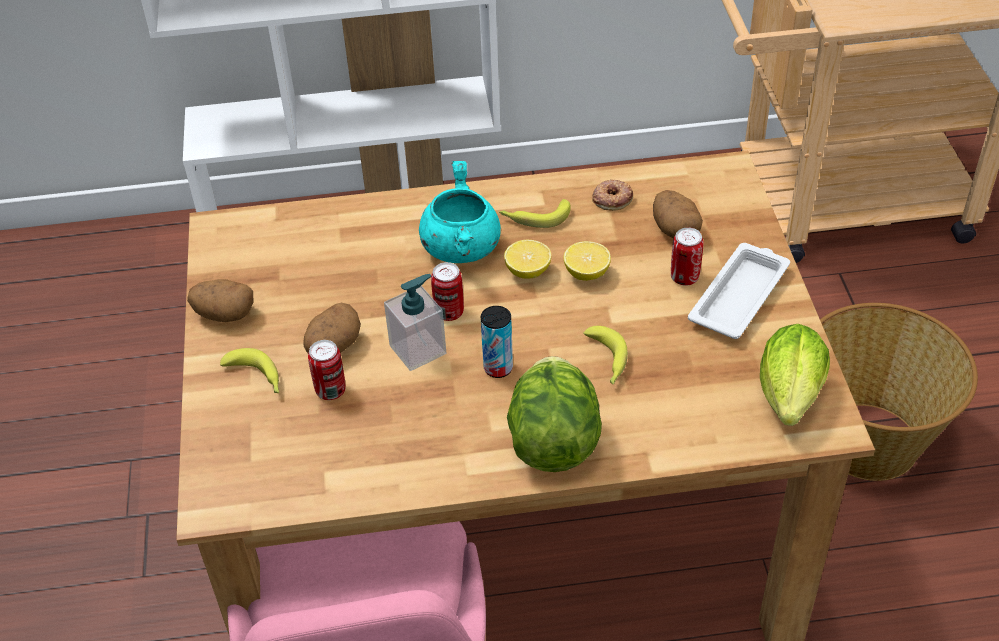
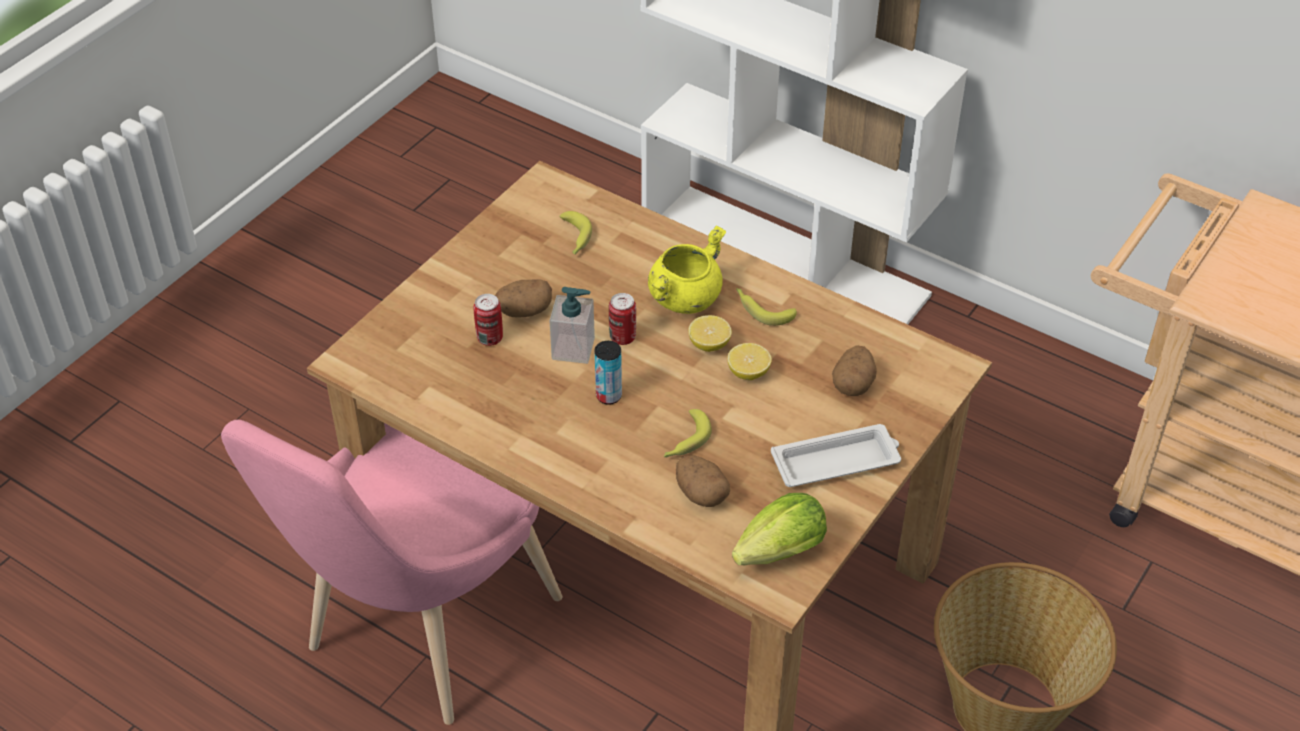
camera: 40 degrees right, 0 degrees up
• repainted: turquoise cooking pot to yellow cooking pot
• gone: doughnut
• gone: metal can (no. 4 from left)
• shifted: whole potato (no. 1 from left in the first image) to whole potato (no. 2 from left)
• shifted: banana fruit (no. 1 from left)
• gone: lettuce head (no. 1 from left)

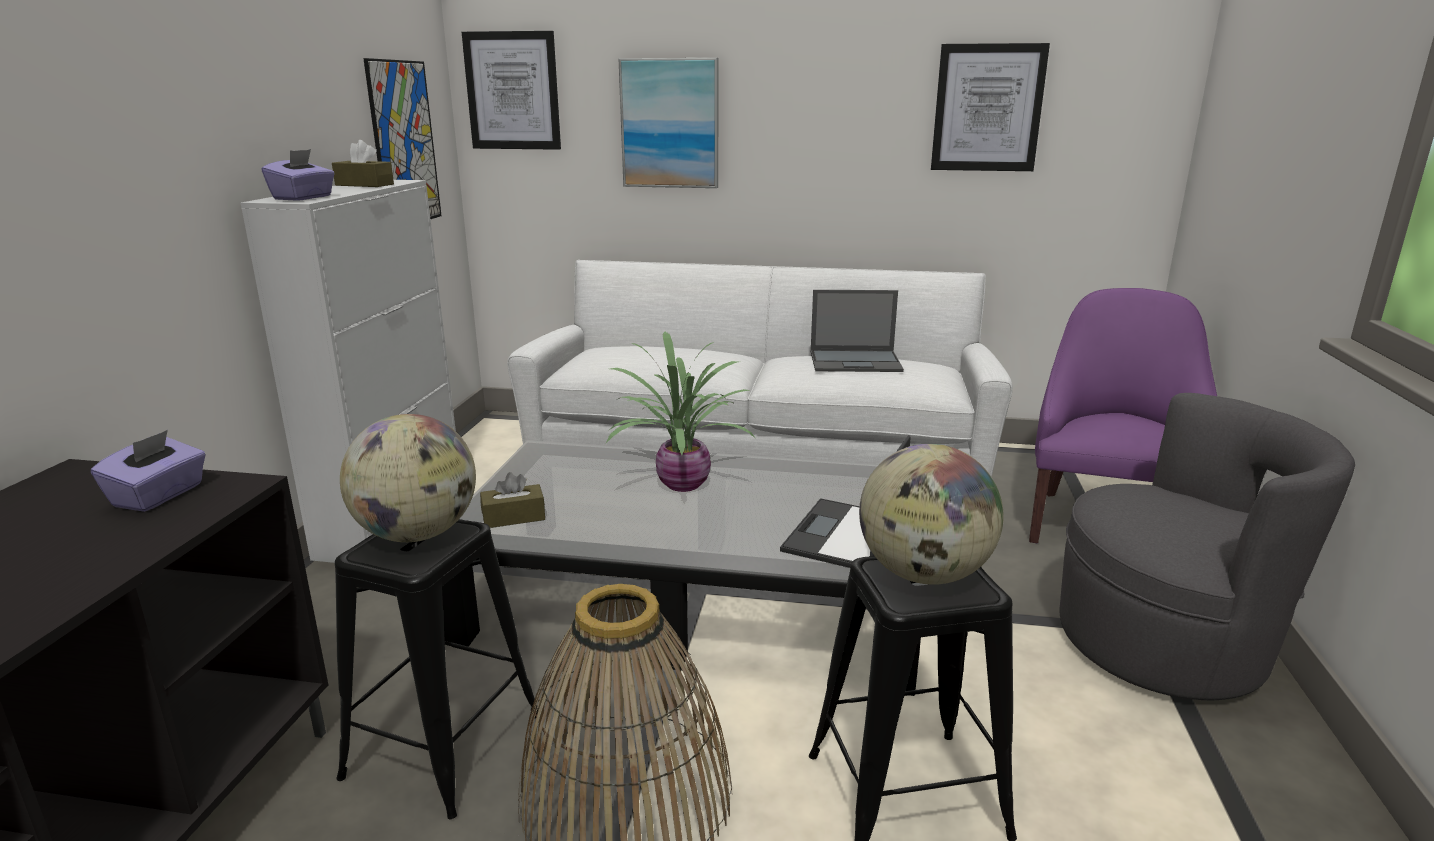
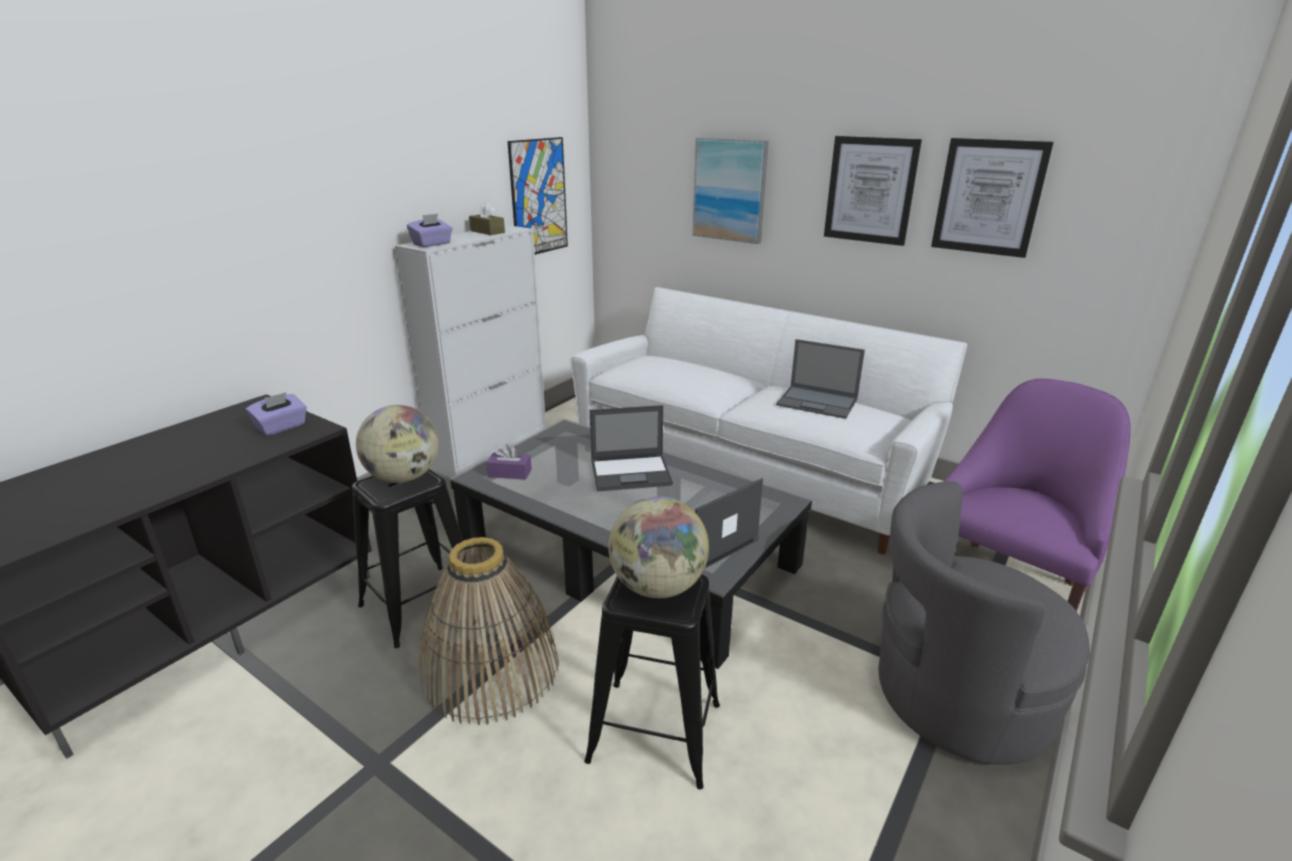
camera: 25 degrees right, 5 degrees up
• shifted: wall art (no. 2 from left in the first image) to wall art (no. 3 from left)
• swapped: plant in a pot to laptop (no. 1 from left)
• rotated: grey lounge chair 150 degrees clockwise
• repainted: brownish box of tissues (no. 2 from left) to purplish box of tissues (no. 3 from left)

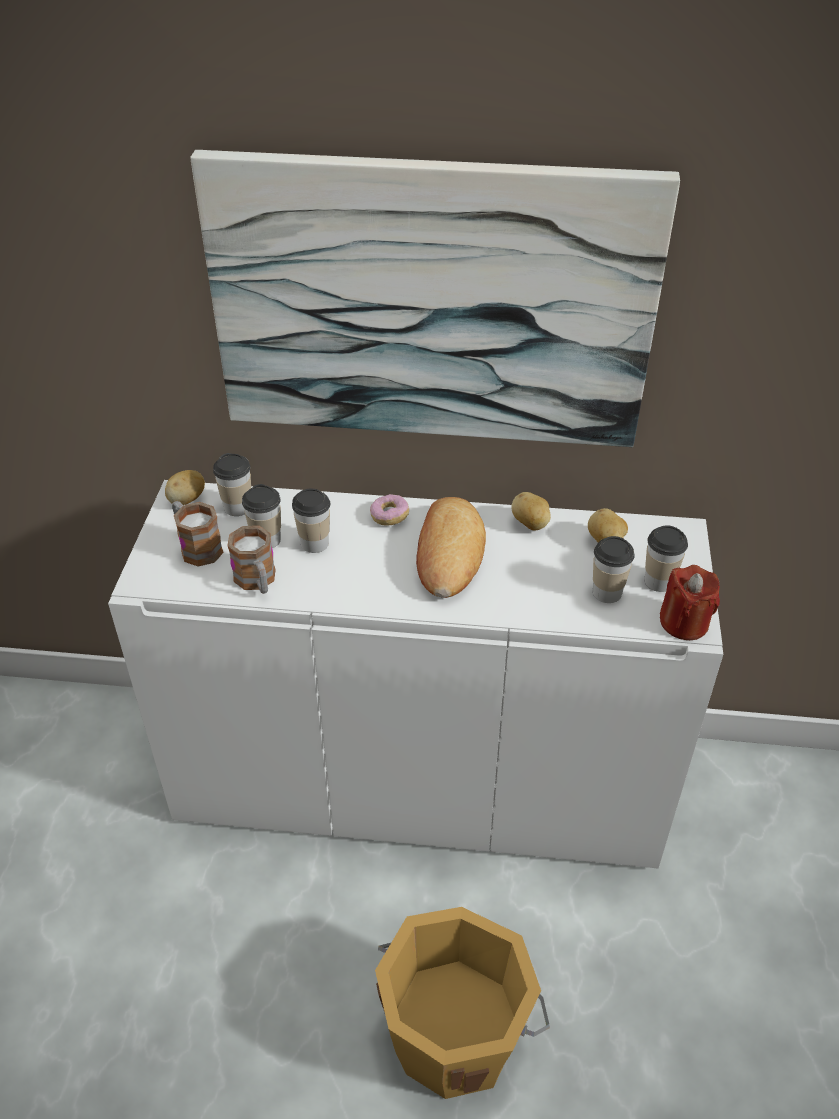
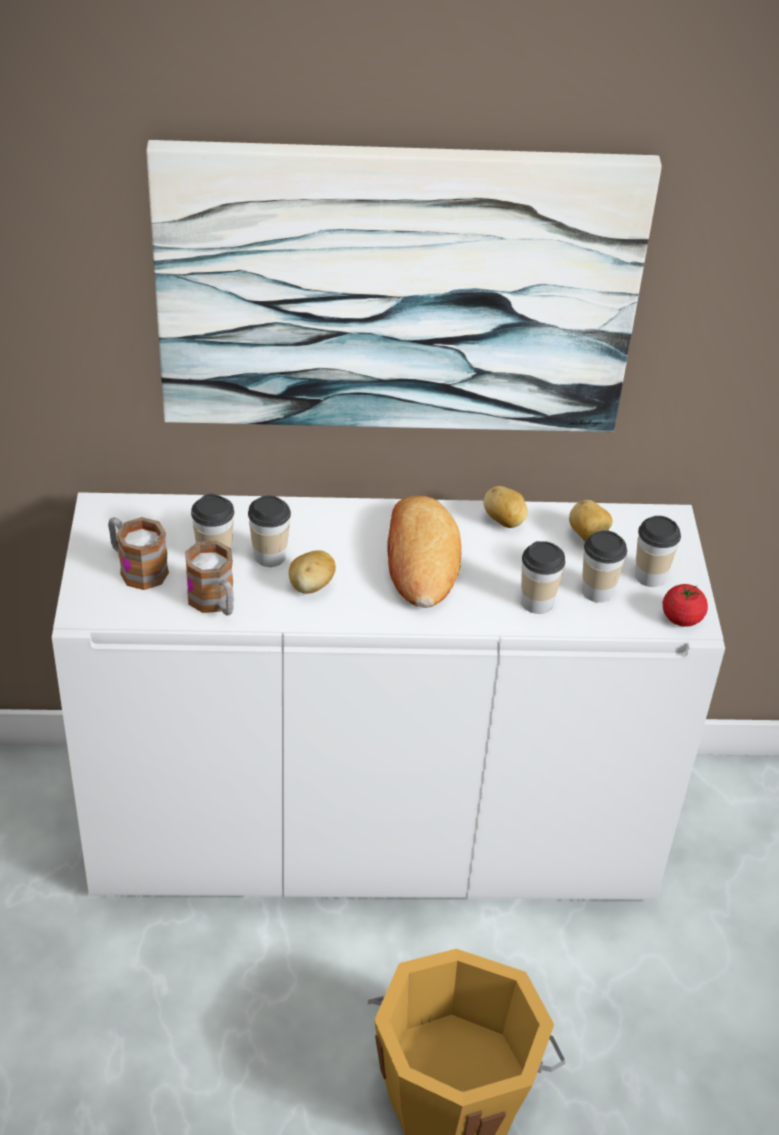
camera: 10 degrees left, 0 degrees up
• shifted: drinking cup (no. 1 from left in the first image) to drinking cup (no. 3 from left)
• shifted: whole potato (no. 1 from left)
• gone: doughnut
• swapped: reddish wax light to fresh tomato

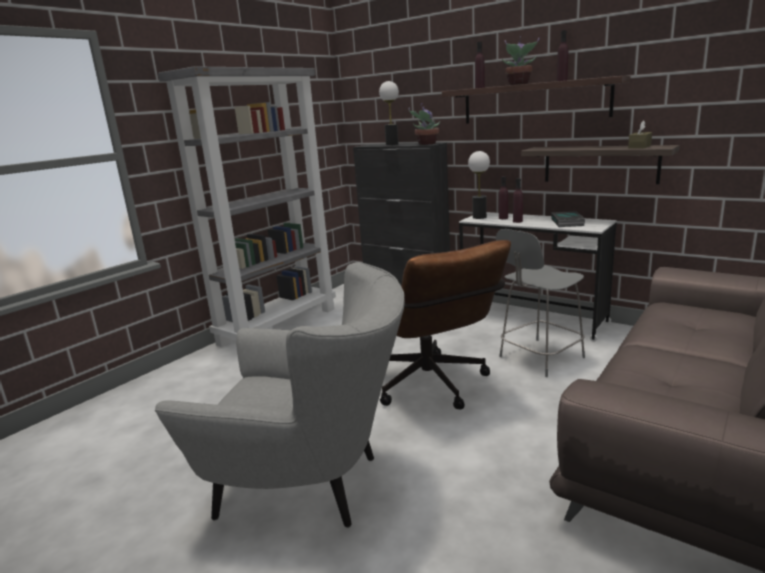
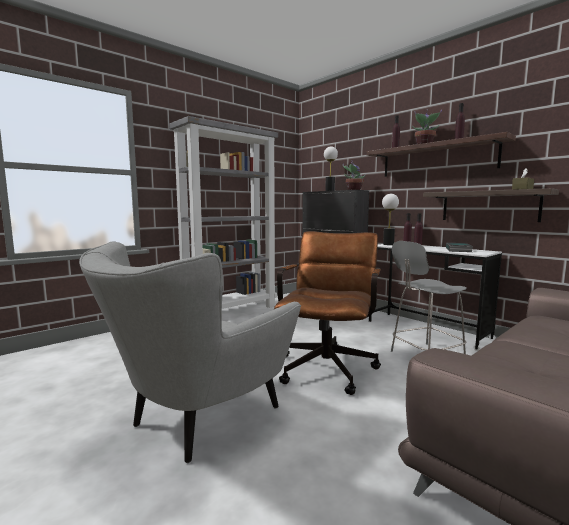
camera: 10 degrees right, 10 degrees down
• rotated: brownish desk chair 150 degrees counterclockwise
• rotated: grey lounge chair 105 degrees clockwise

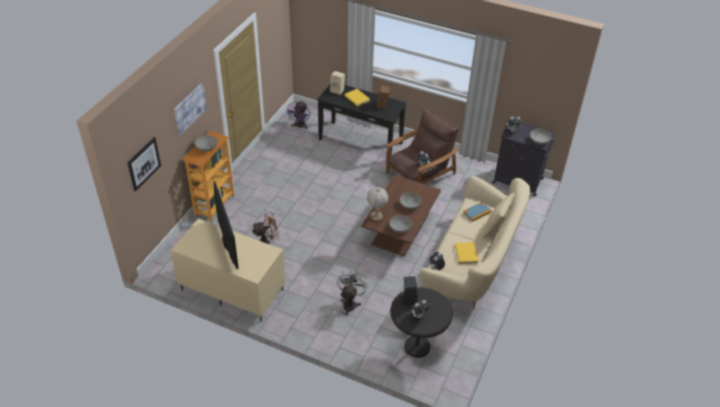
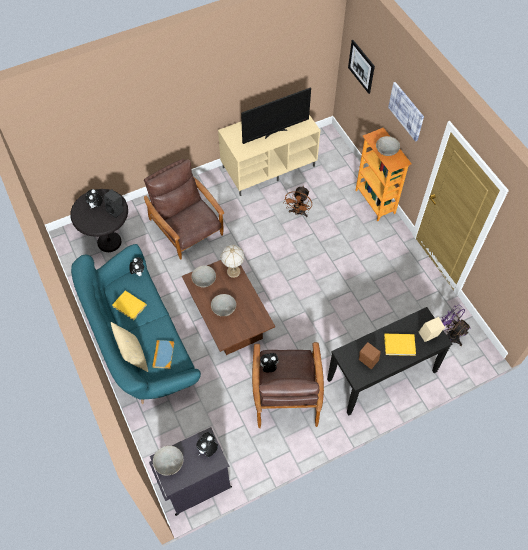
camera: 130 degrees right, 15 degrees up
• repainted: beige settee to turquoise settee
• rotated: TV 45 degrees counterclockwise
• swapped: grey cooling fan to brownish lounge chair (no. 1 from left)

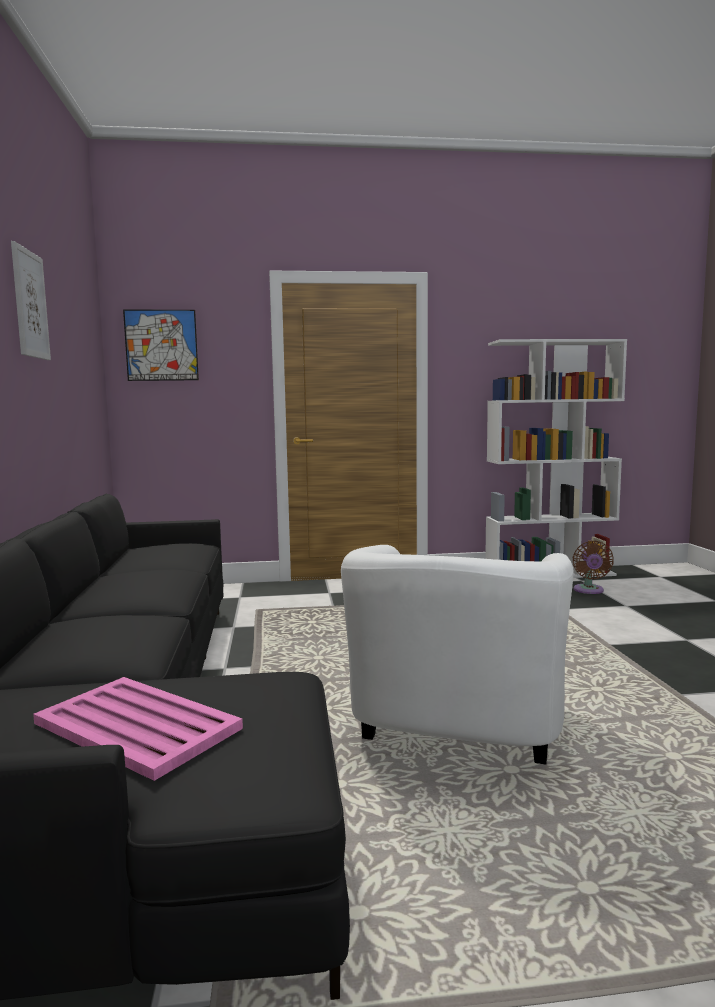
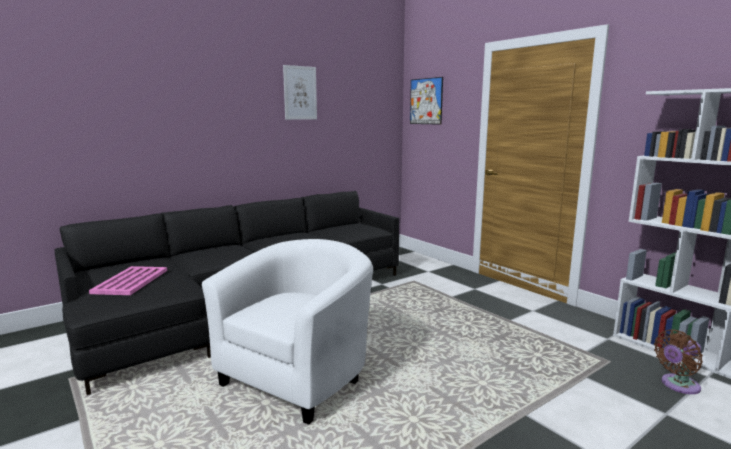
camera: 60 degrees right, 5 degrees up
• rotated: white-coloured lounge chair 135 degrees clockwise

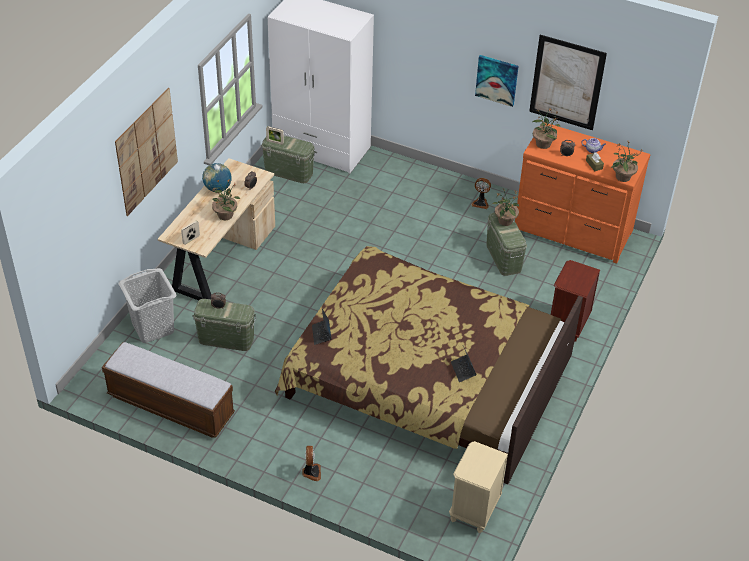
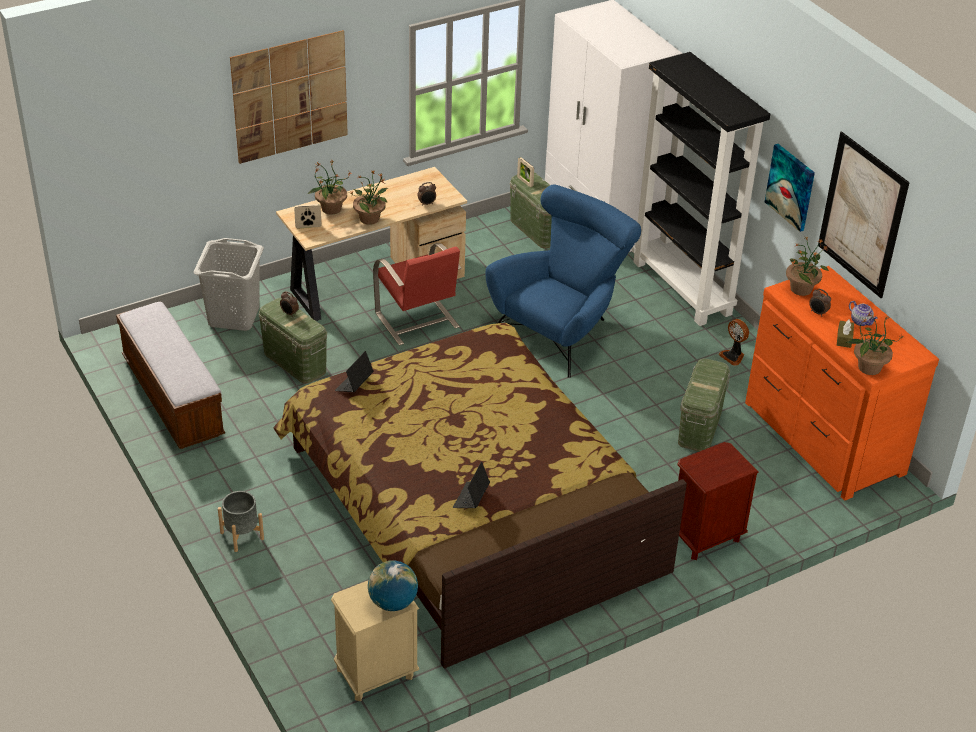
camera: 35 degrees right, 5 degrees down
• shifted: desk globe
• shifted: plant in a pot (no. 2 from left in the first image) to plant in a pot (no. 1 from left)
• swapped: cooling fan (no. 1 from left) to grey flower pot
• new: black-coloured bookcase
• new: bluish lounge chair
• new: reddish plain chair

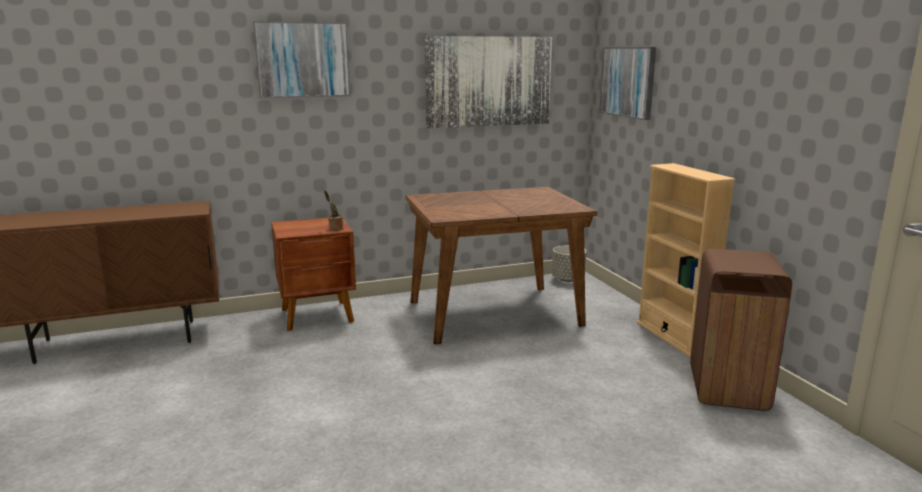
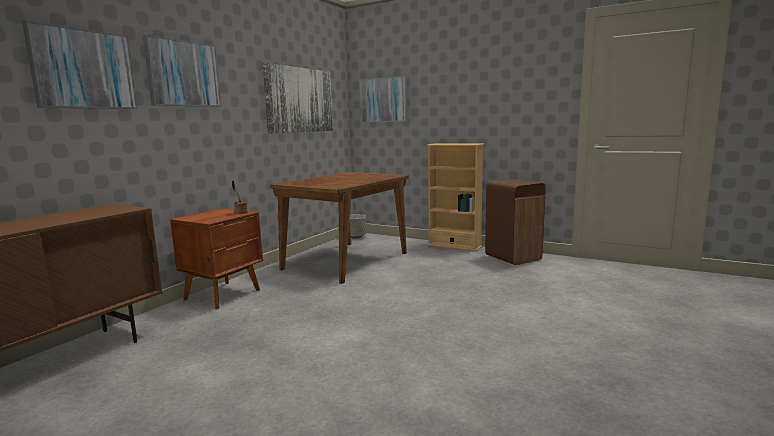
camera: 40 degrees left, 5 degrees down
• new: wall art (no. 1 from left)

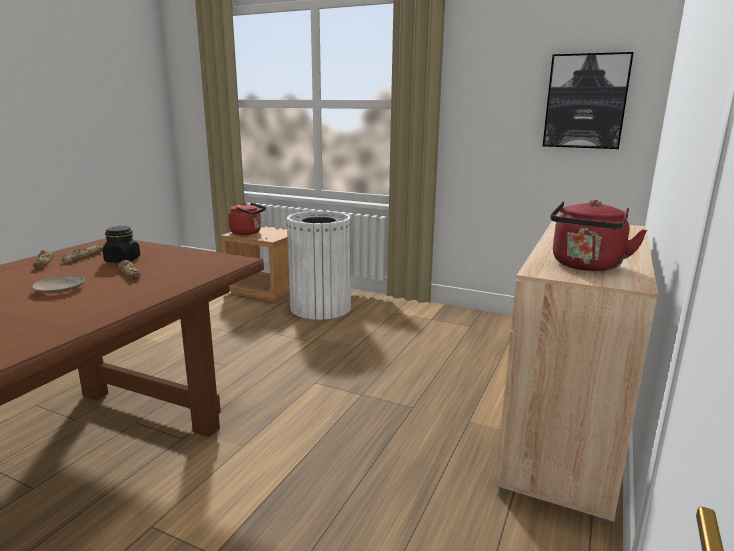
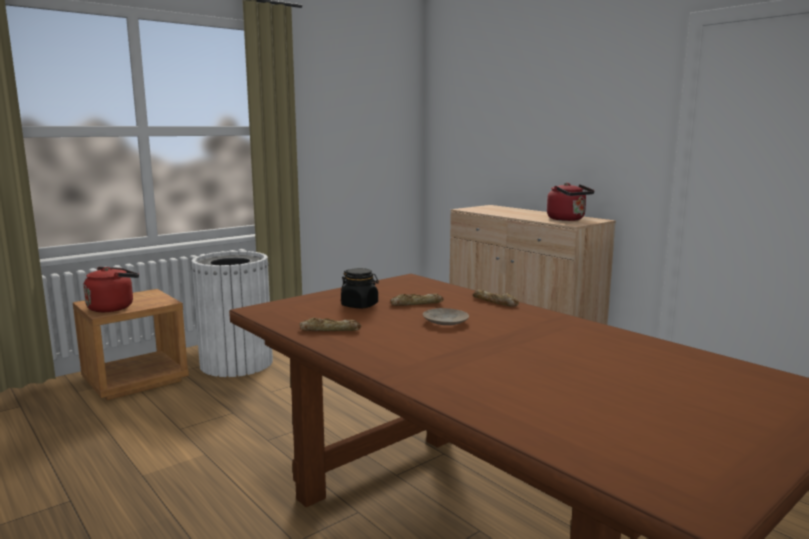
camera: 65 degrees left, 5 degrees down
• gone: wall art
• shifted: baked bread (no. 2 from left in the first image) to baked bread (no. 3 from left)

